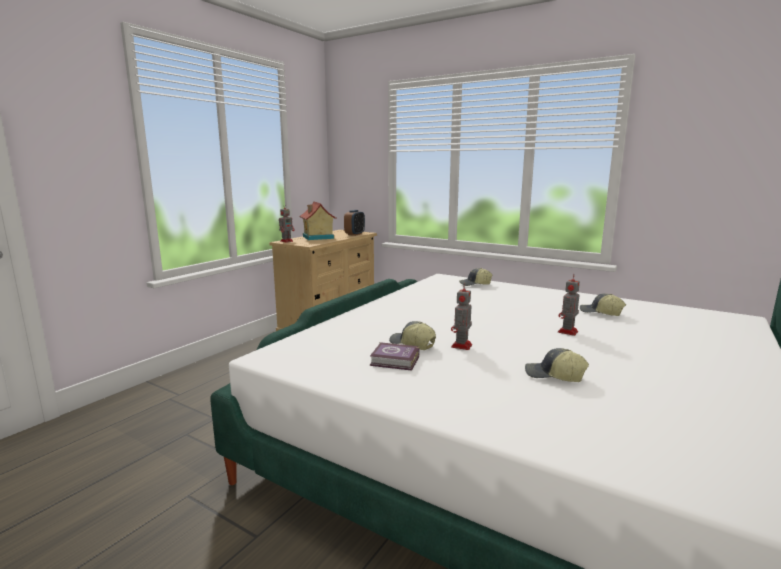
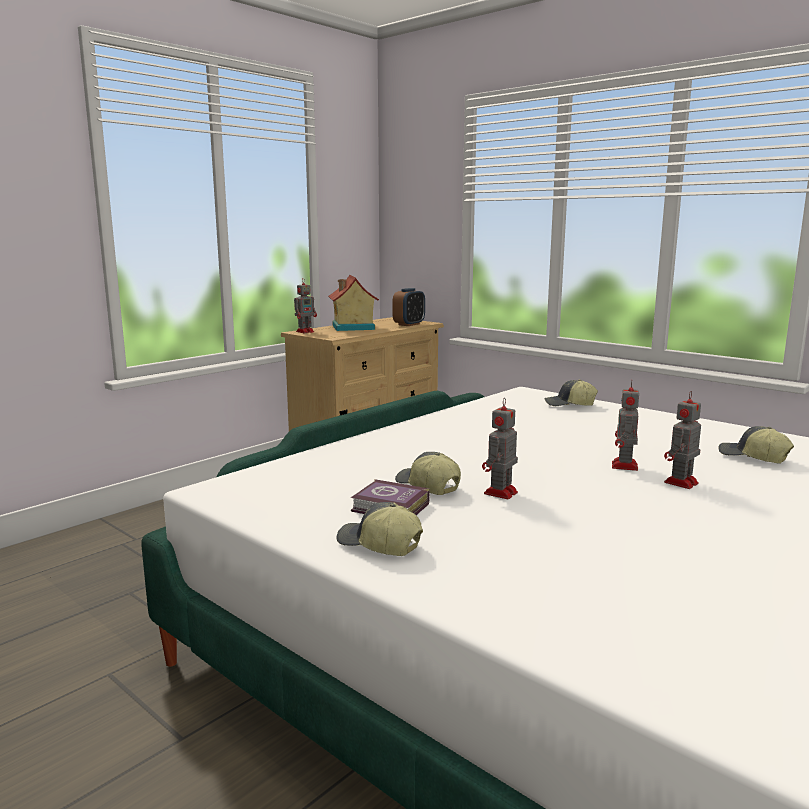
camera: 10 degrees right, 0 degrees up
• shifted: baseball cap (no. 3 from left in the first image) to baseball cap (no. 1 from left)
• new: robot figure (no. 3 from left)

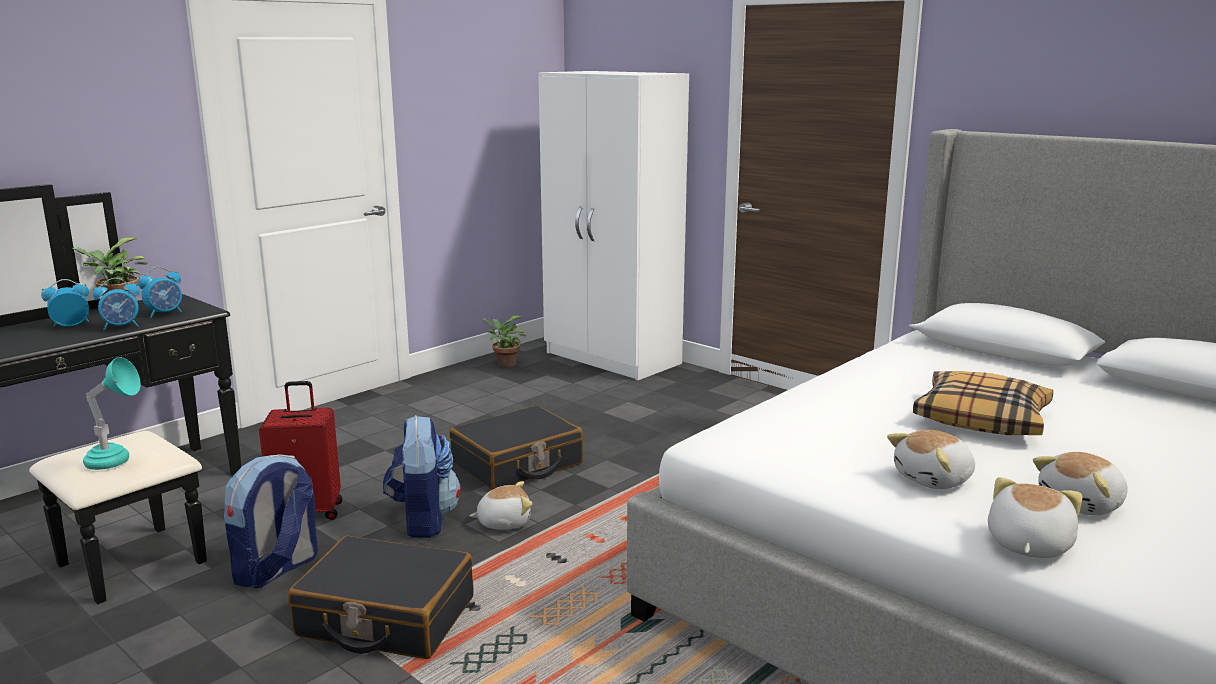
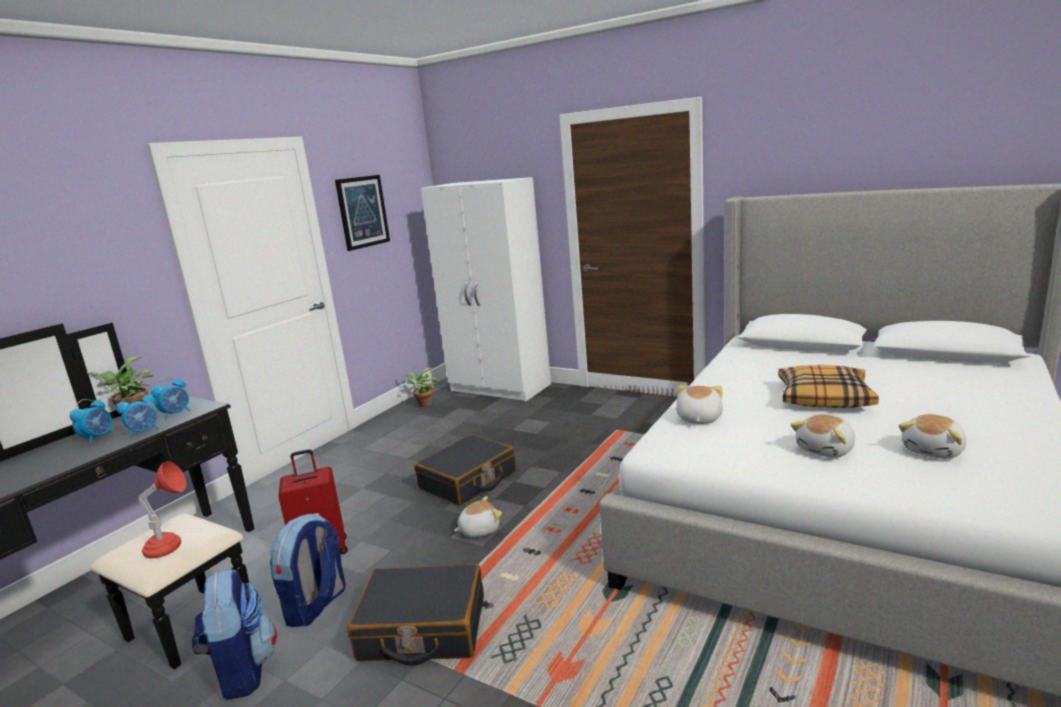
camera: 10 degrees left, 0 degrees up
• rotated: bedside clock (no. 1 from left) 150 degrees clockwise
• repainted: turquoise table lamp to reddish table lamp
• shifted: knapsack (no. 2 from left in the first image) to knapsack (no. 1 from left)
• shifted: soft toy (no. 3 from left in the first image) to soft toy (no. 2 from left)
• new: wall art

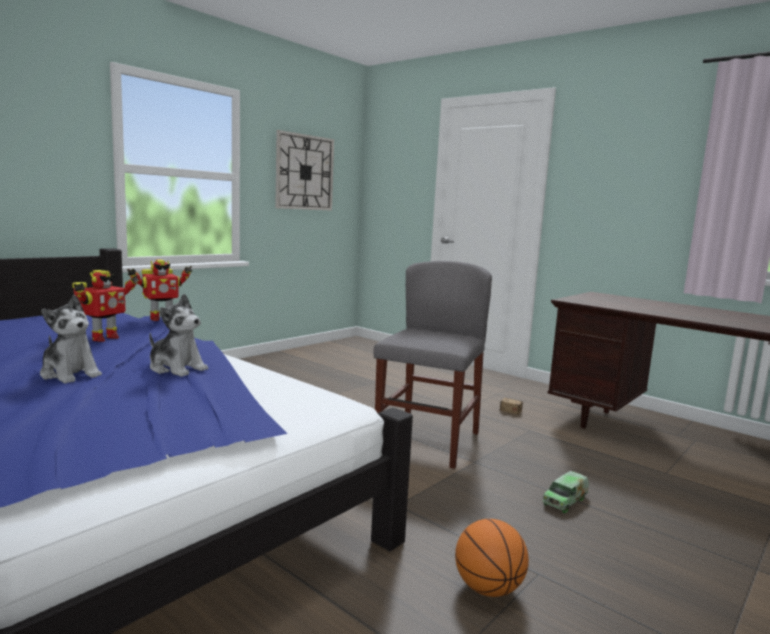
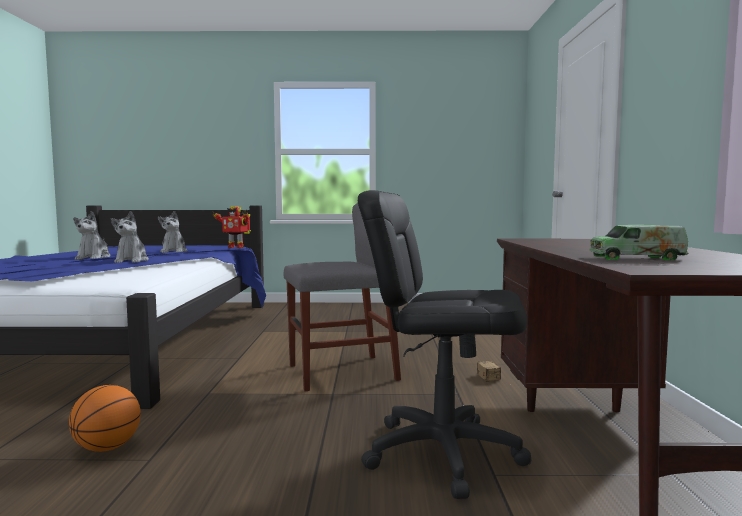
camera: 50 degrees right, 5 degrees down
• gone: clock on the wall
• swapped: robot figure (no. 1 from left) to soft toy (no. 3 from left)
• shifted: toy lorry
• new: black-coloured desk chair

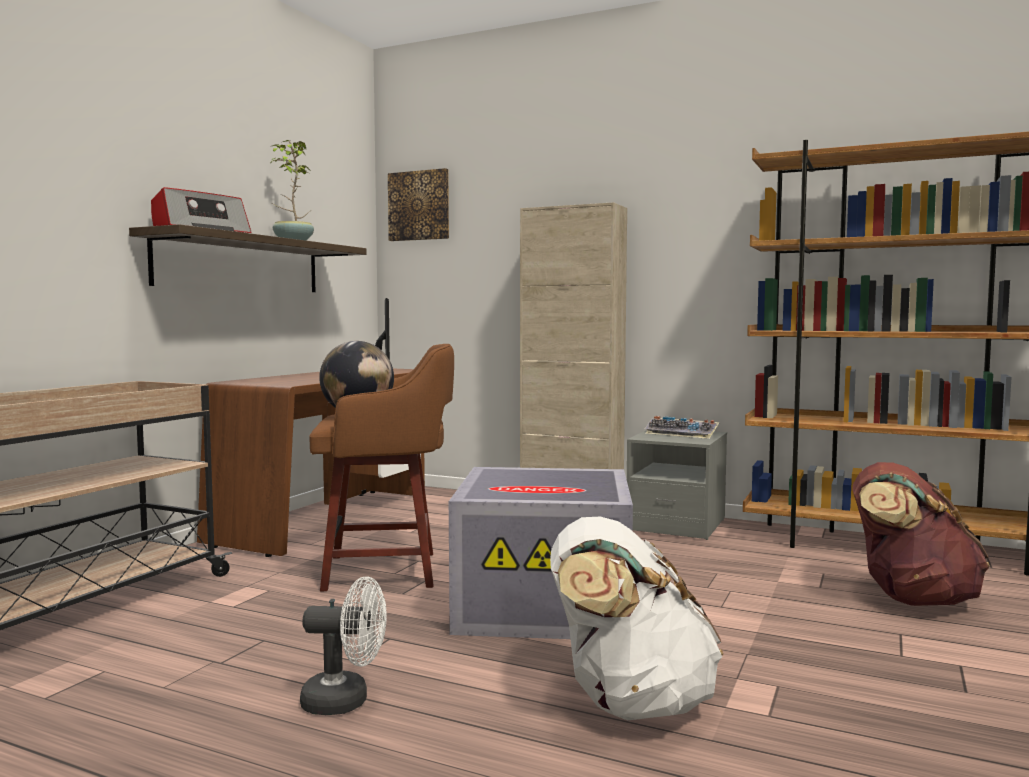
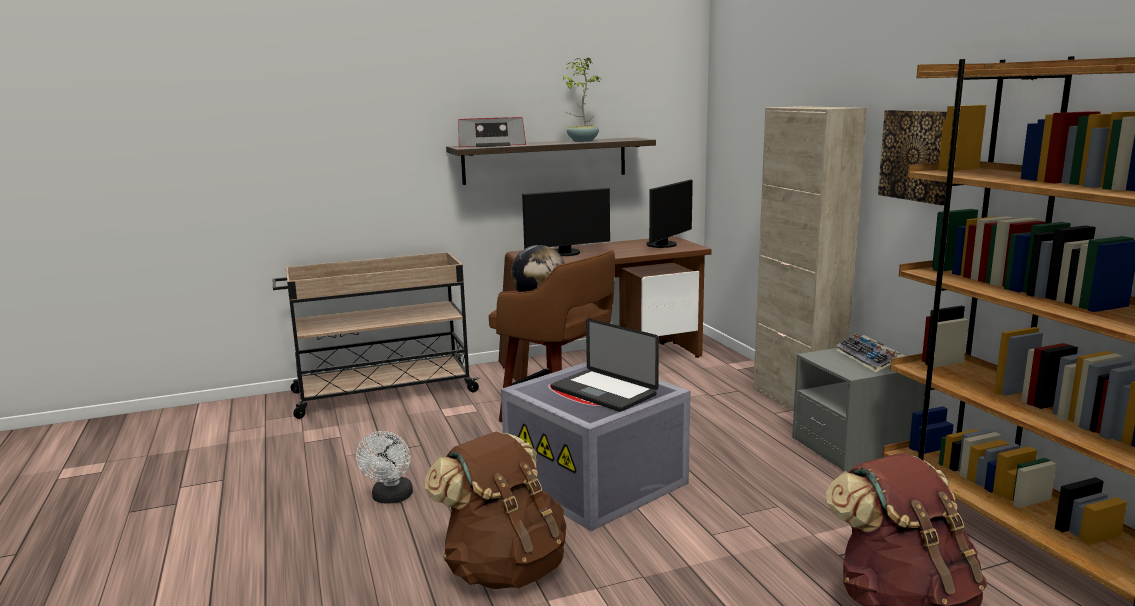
camera: 45 degrees right, 10 degrees up
• shifted: wall art
• repainted: white-coloured knapsack to brownish knapsack (no. 1 from left)
• rotated: white-coloured cooling fan 45 degrees clockwise
• new: computer display (no. 1 from left)
• new: laptop

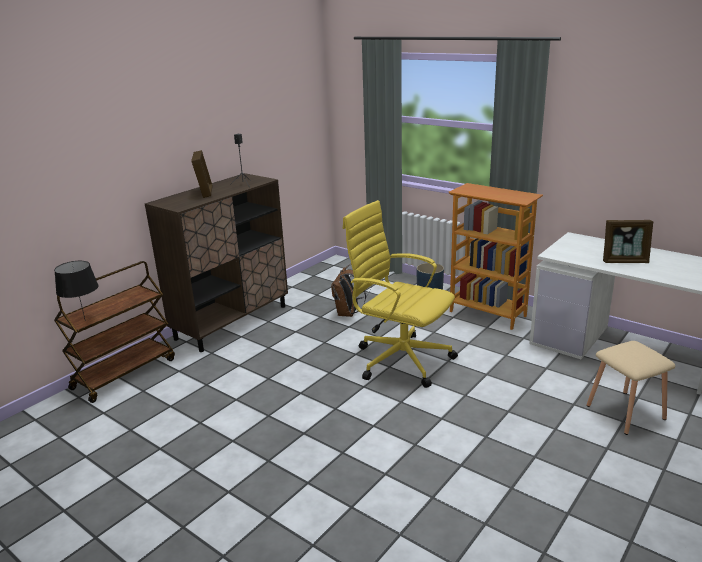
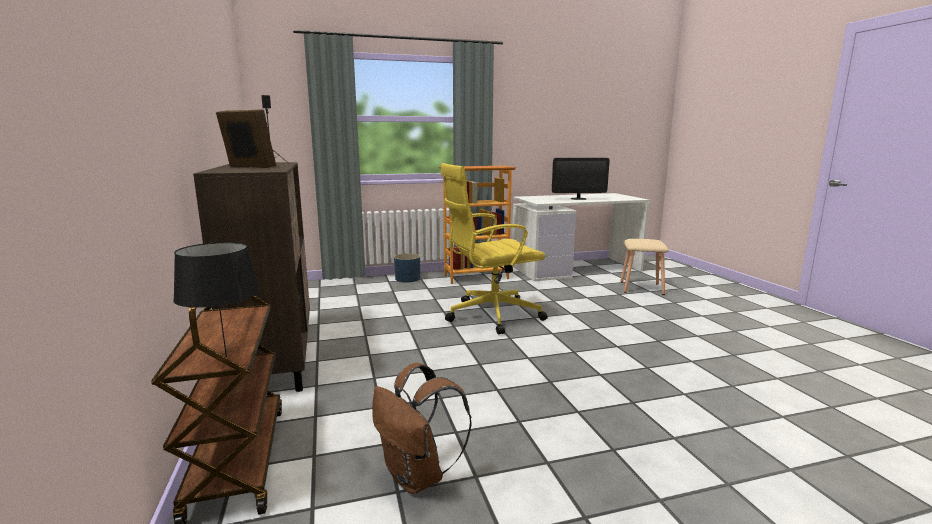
camera: 55 degrees left, 10 degrees down
• swapped: standing frame (no. 2 from left) to computer display
• shifted: brownish knapsack

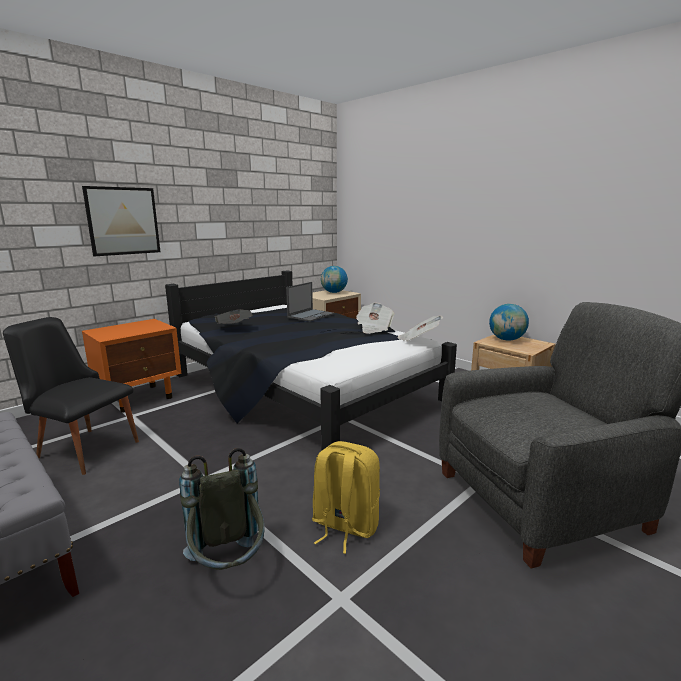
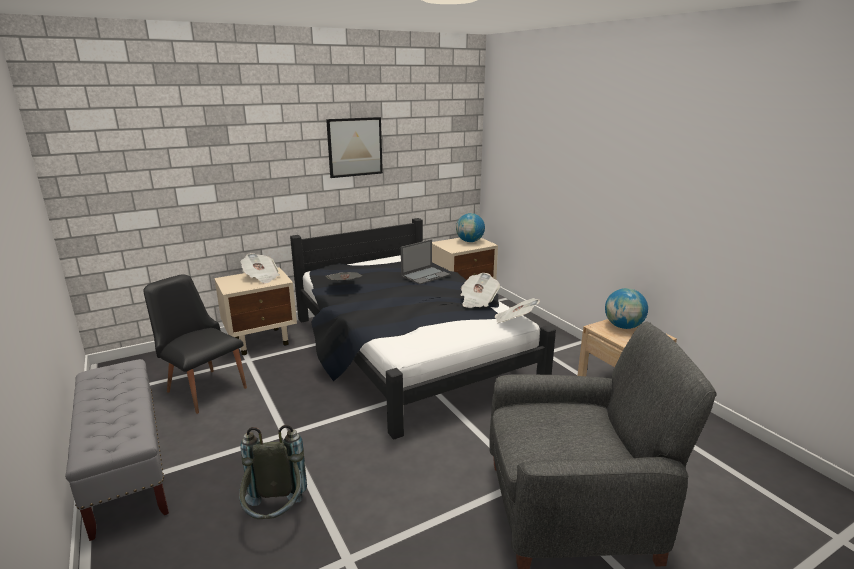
camera: 15 degrees right, 5 degrees up
• shifted: wall art
• repainted: orange-coloured night table to beige night table (no. 1 from left)
• gone: yellow knapsack
• new: printed paper (no. 1 from left)

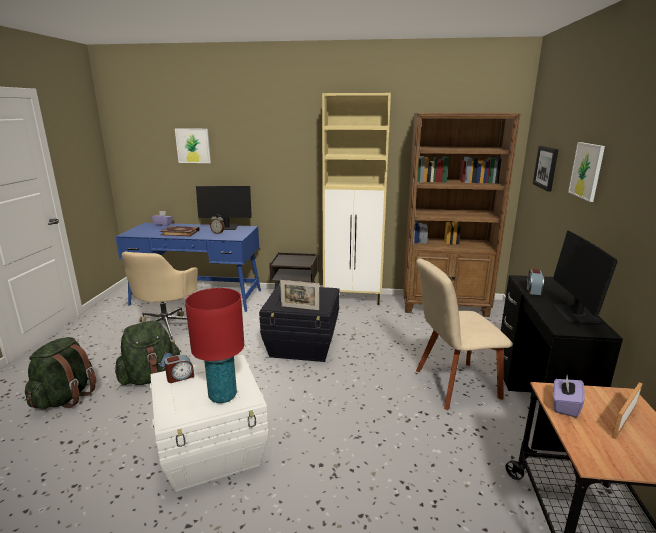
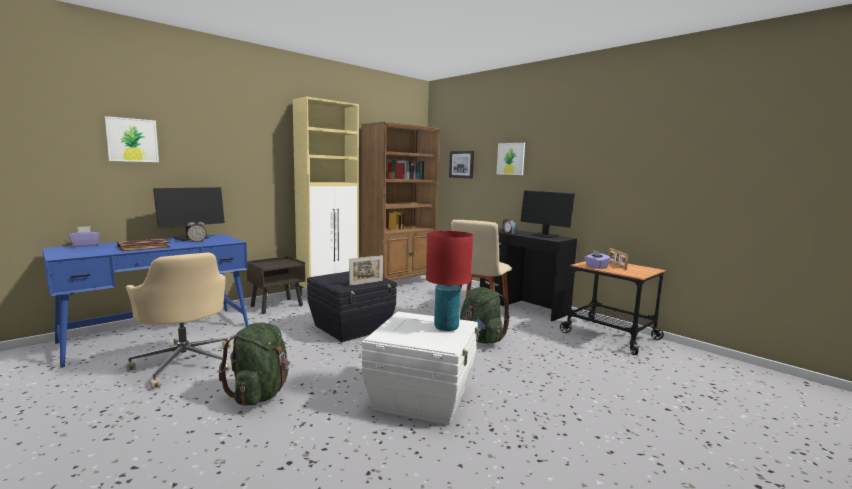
camera: 50 degrees left, 10 degrees down
• shifted: green-coloured knapsack (no. 1 from left in the first image) to green-coloured knapsack (no. 2 from left)
• gone: bedside clock (no. 1 from left)

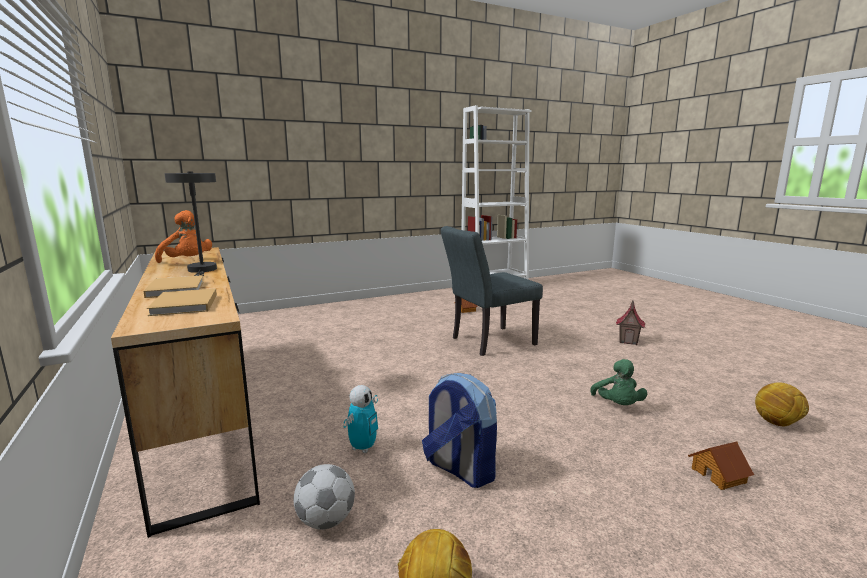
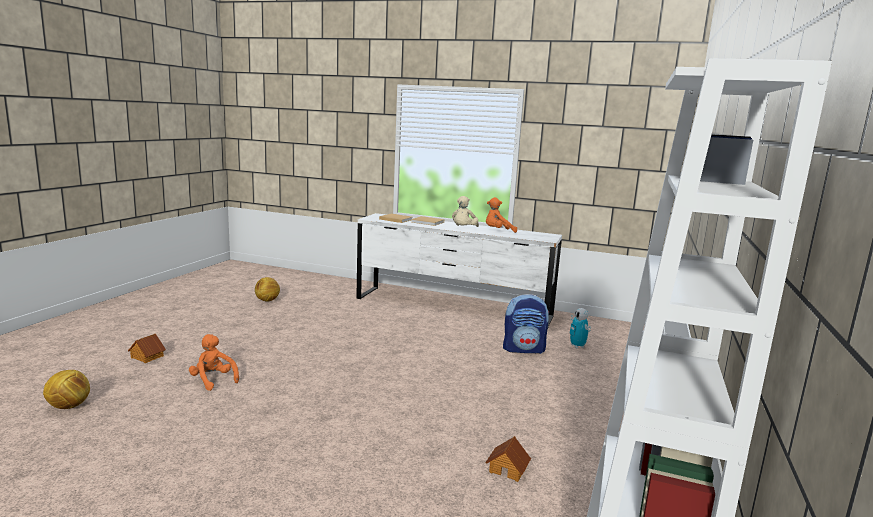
camera: 135 degrees right, 0 degrees up
• swapped: grey table lamp to beige soft toy
• gone: grey plain chair
• repainted: brownish dresser to white-coloured dresser
• gone: toy house (no. 2 from left)
• repainted: green-coloured soft toy to orange-coloured soft toy (no. 1 from left)
• shifted: knapsack
• shifted: robot figure
• gone: ball for football (no. 1 from left)

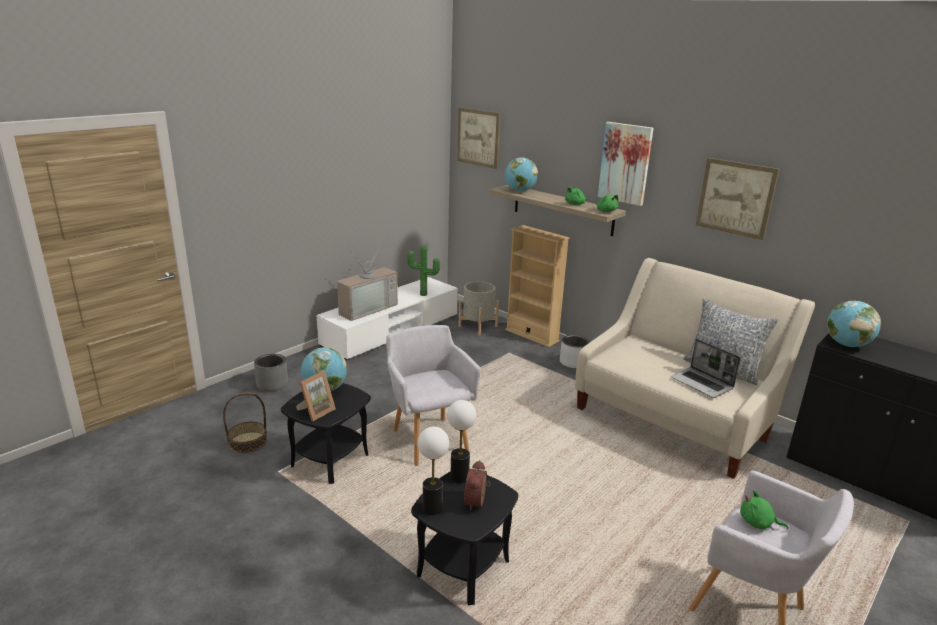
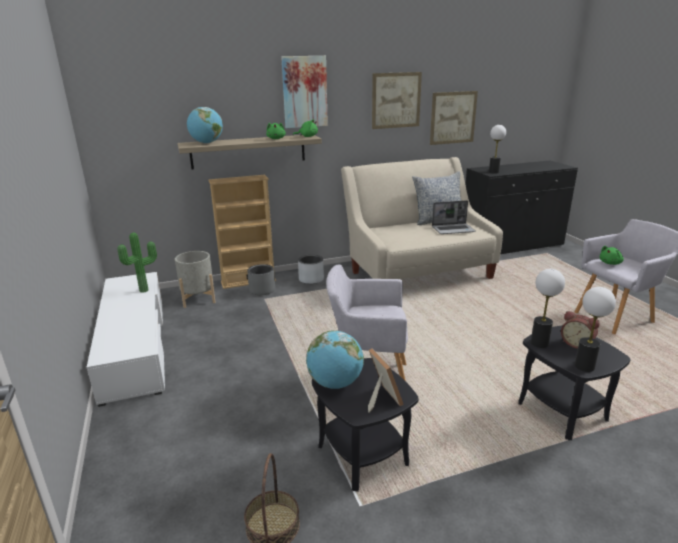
camera: 60 degrees left, 0 degrees up
• shifted: wall art (no. 1 from left in the first image) to wall art (no. 3 from left)
• gone: TV
• swapped: desk globe (no. 3 from left) to table lamp (no. 1 from left)
• shifted: grey flower pot (no. 1 from left in the first image) to grey flower pot (no. 2 from left)

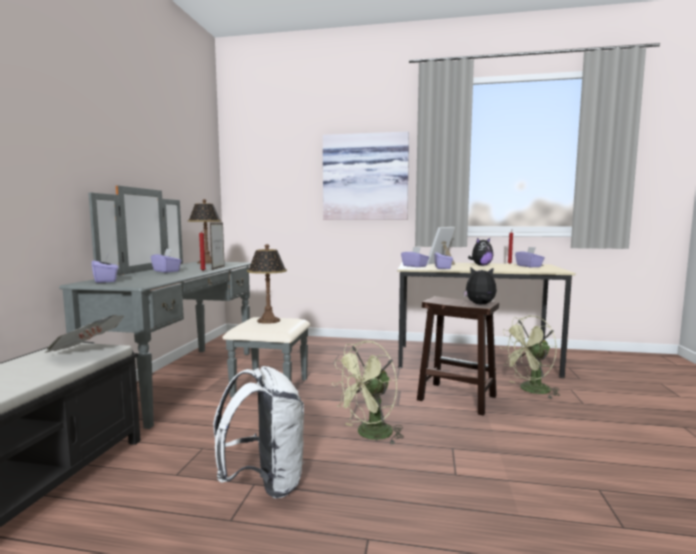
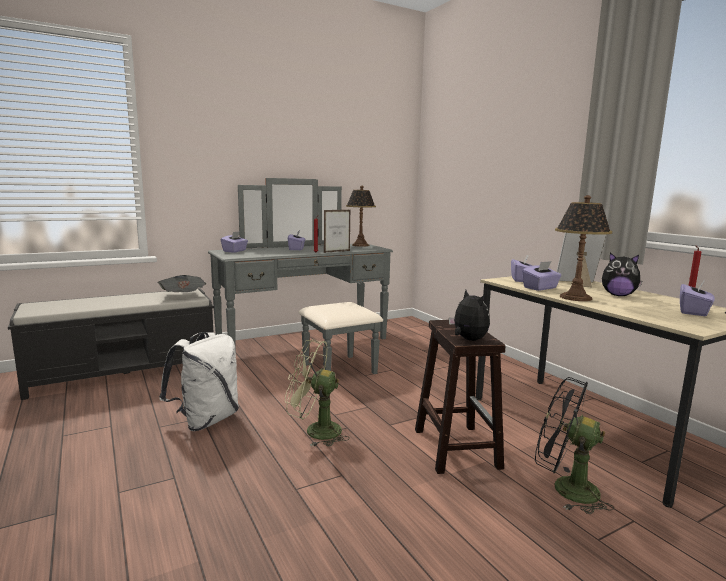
camera: 50 degrees right, 5 degrees up
• gone: wall art
• shifted: table lamp (no. 2 from left)
• repainted: green-coloured cooling fan (no. 2 from left) to black-coloured cooling fan

